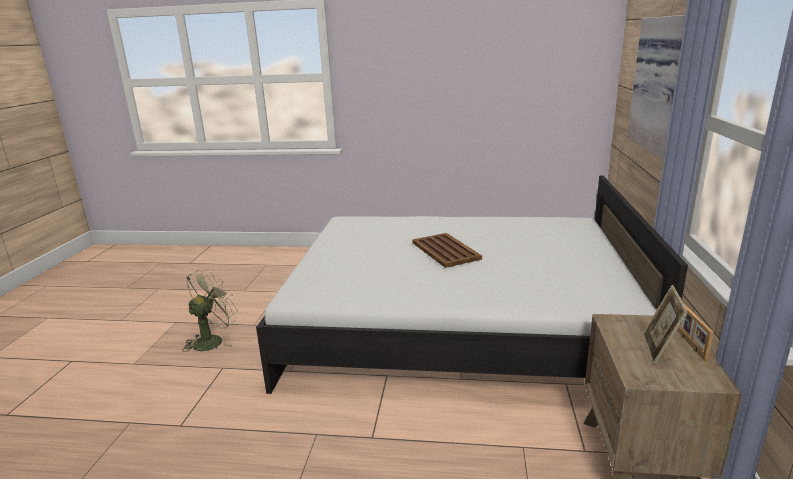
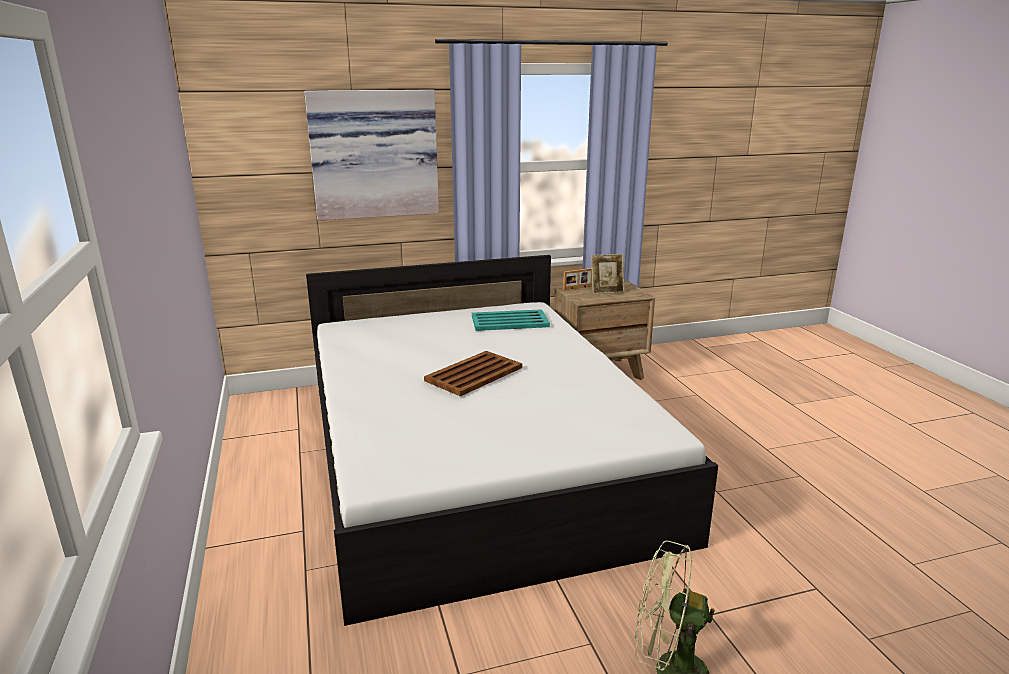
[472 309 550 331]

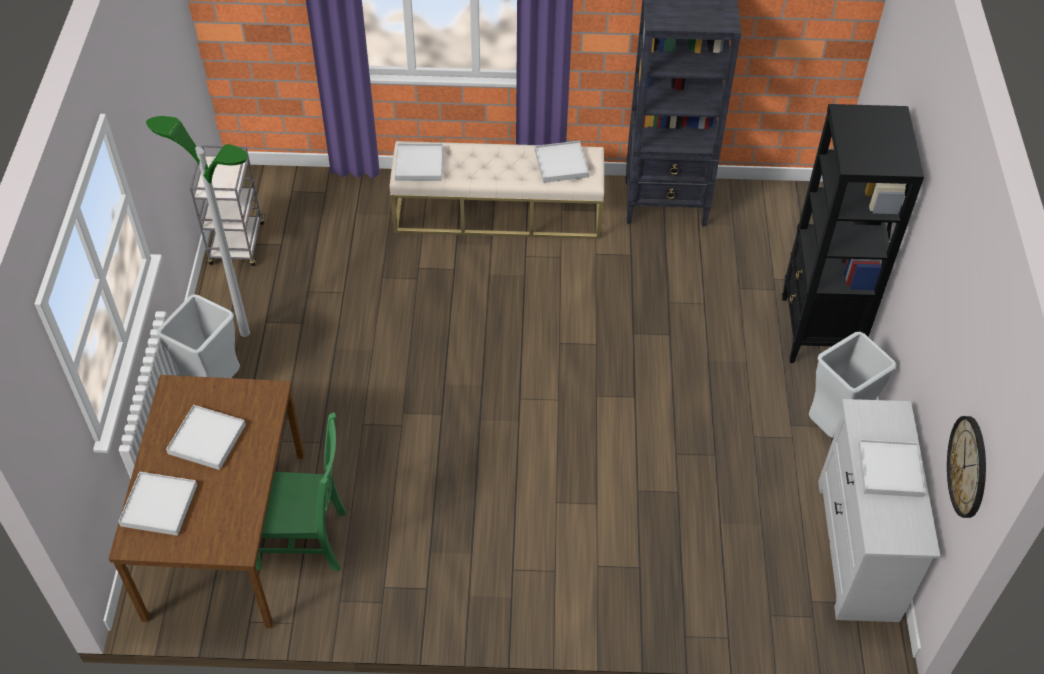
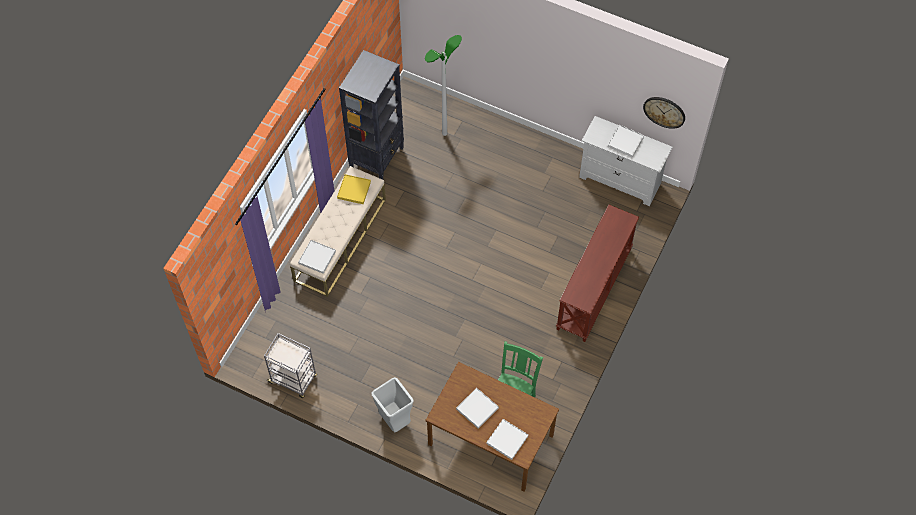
[425 35 462 136]
[337 174 371 204]
[782 104 924 363] (first image)
[809 332 896 438] (first image)
[556 204 639 342]

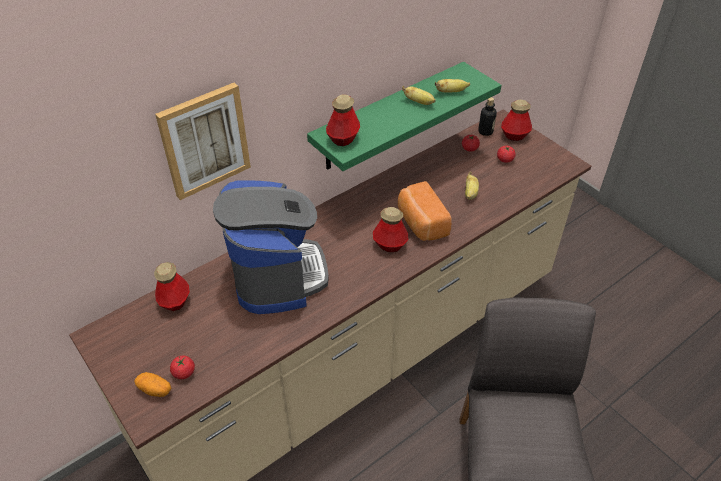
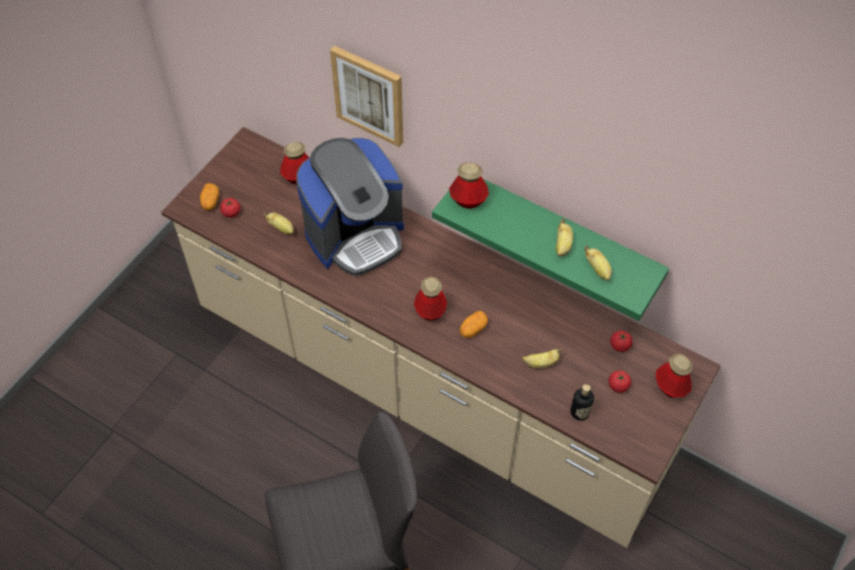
[460 311 488 338]
[570 384 594 420]
[264 212 294 234]

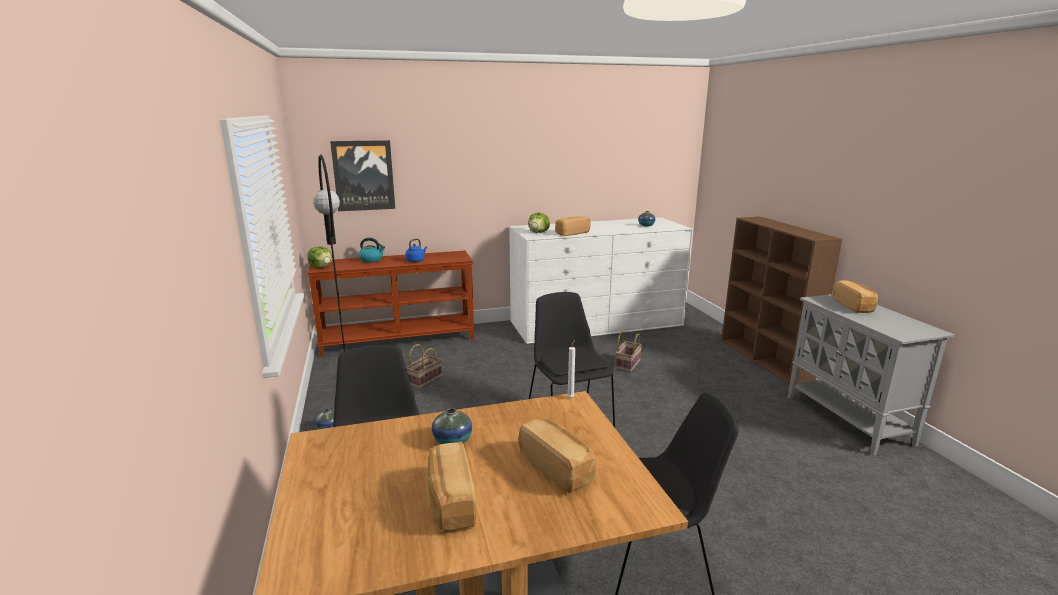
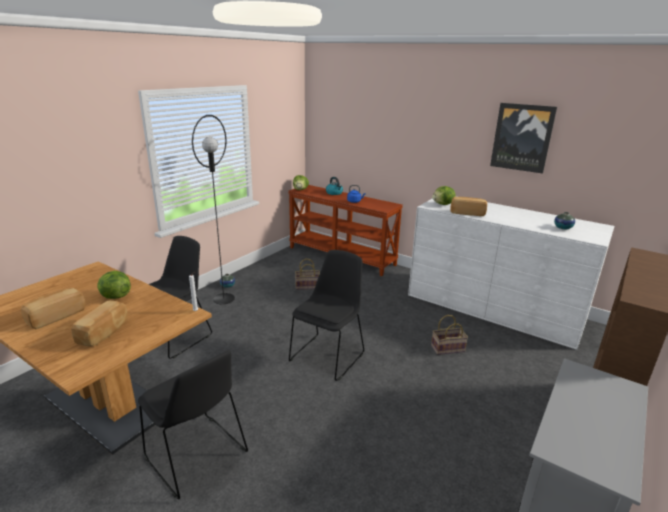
[490 103 557 174]
[97 271 131 299]
[833 280 878 313] (first image)

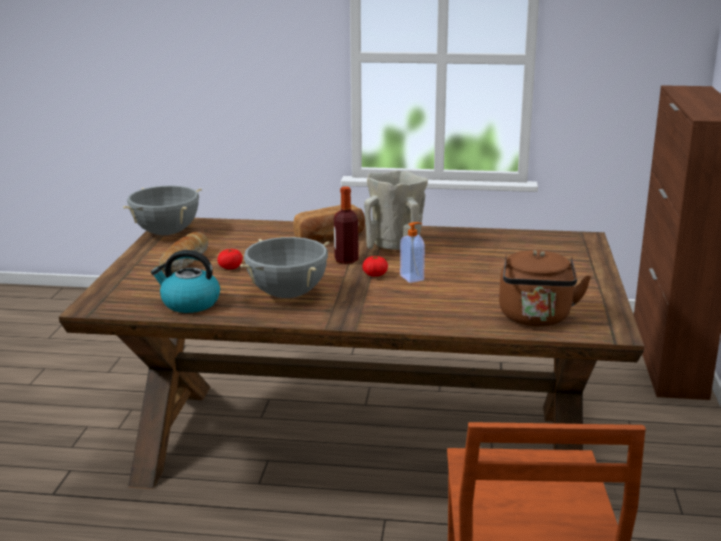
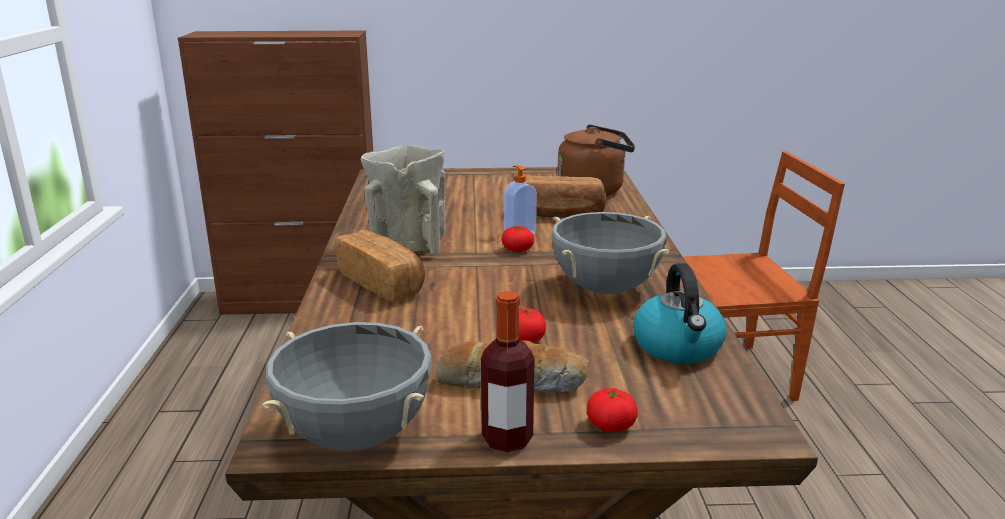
[481 291 535 452]
[526 176 606 218]
[587 388 638 432]

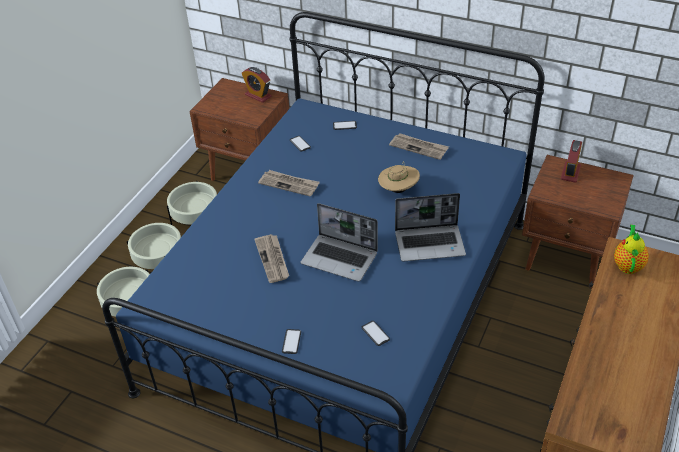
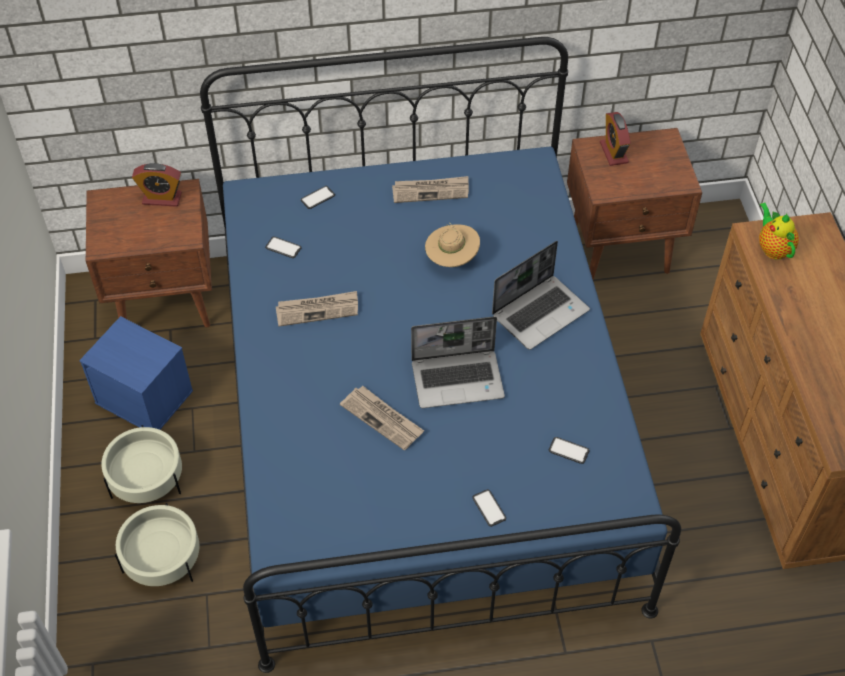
[79 316 193 430]

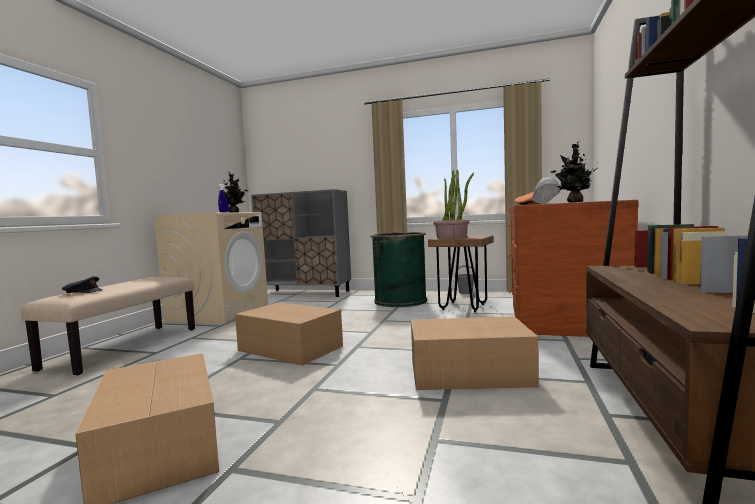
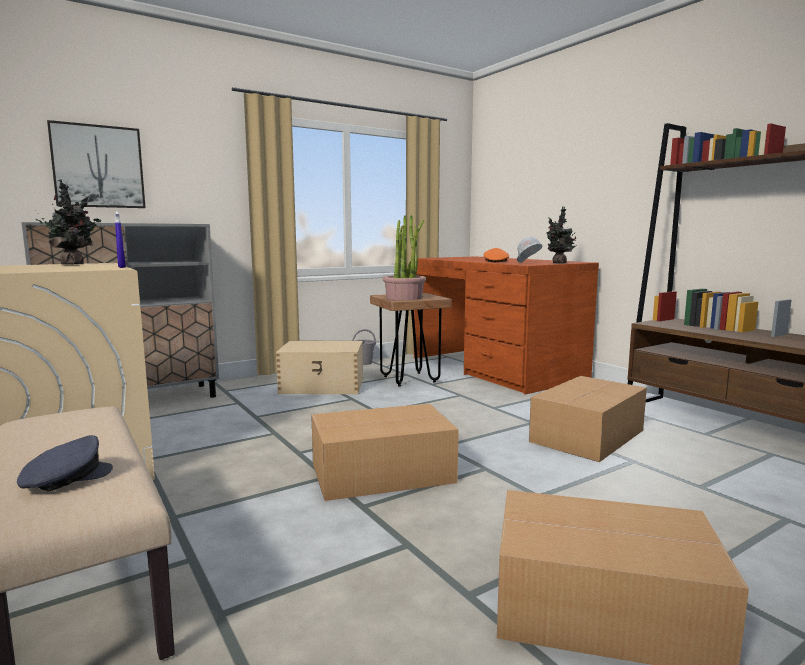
[276 341 363 394]
[47 120 146 208]

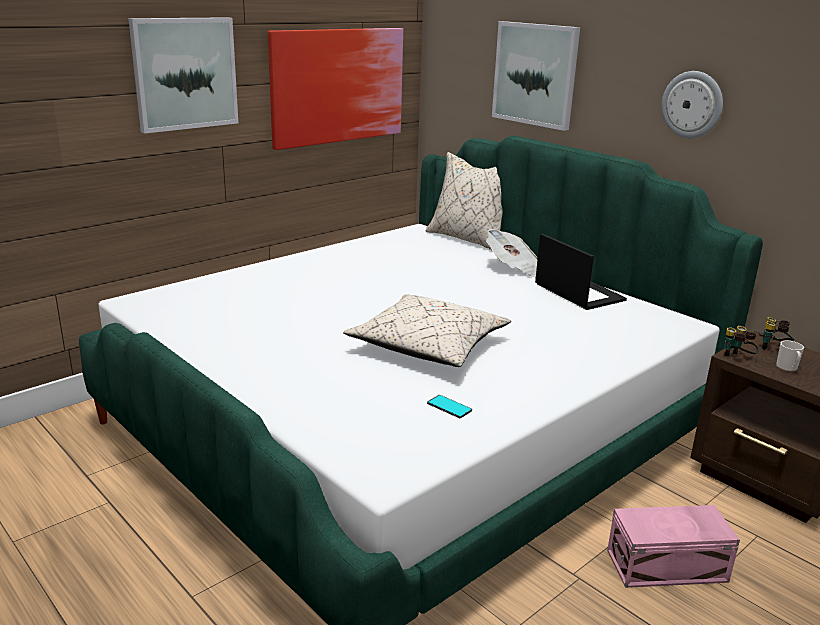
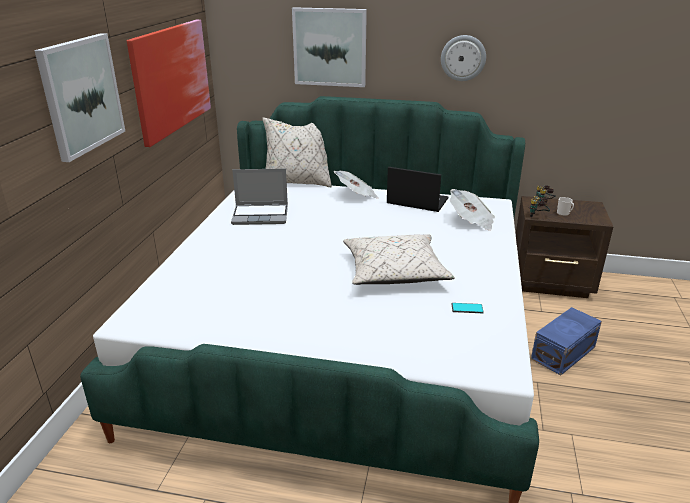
[531 307 602 375]
[231 169 288 225]
[450 189 495 230]

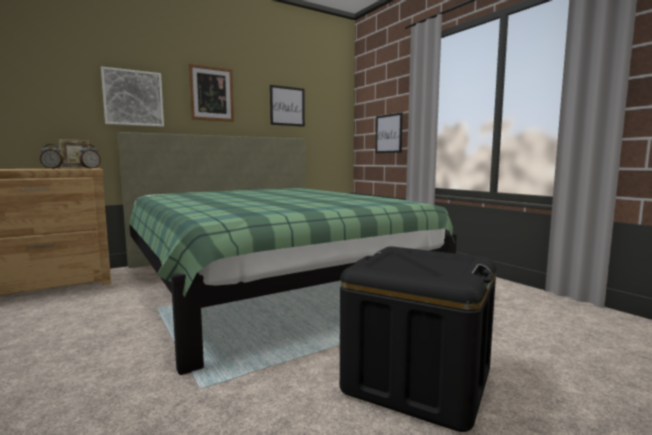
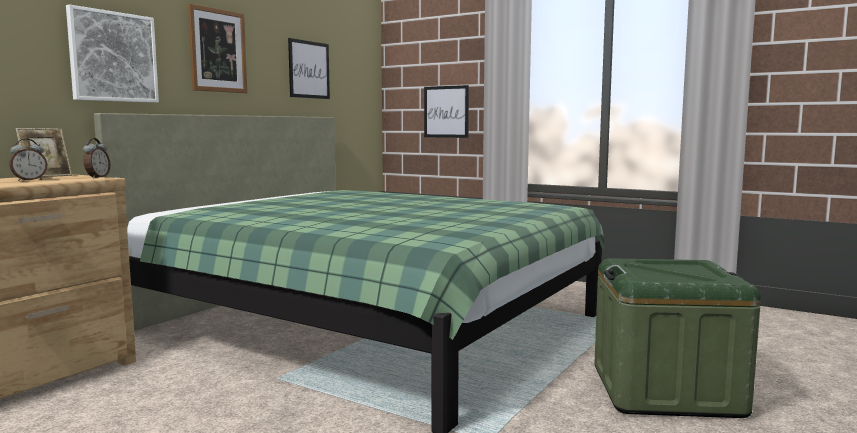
[594 258 761 418]

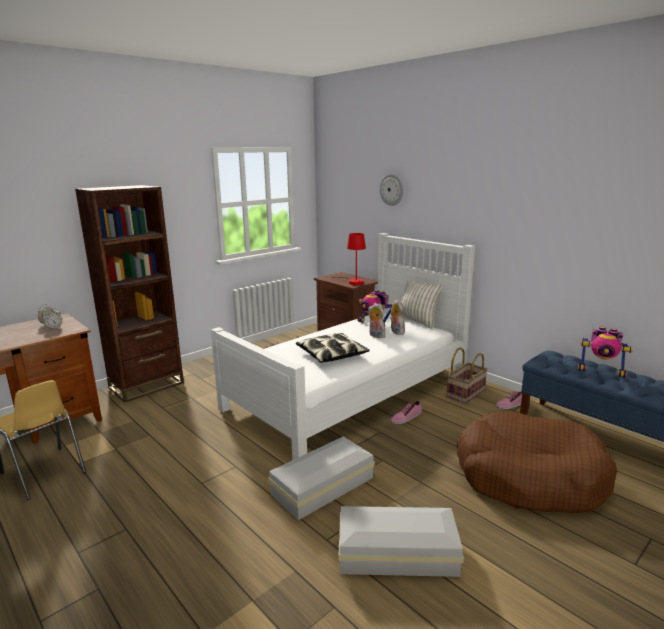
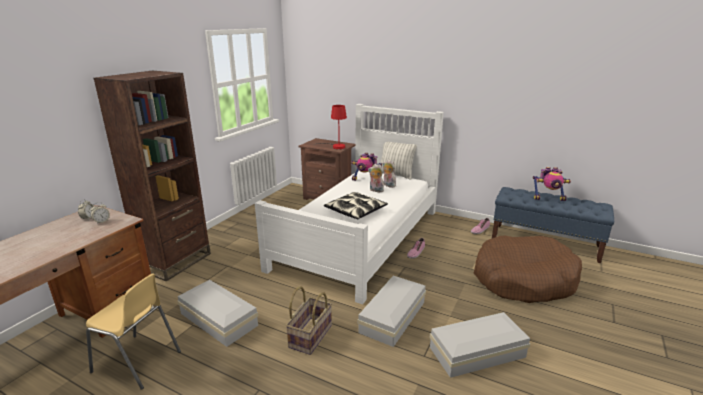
[380 174 404 206] (first image)
[286 286 332 355]
[177 280 258 347]

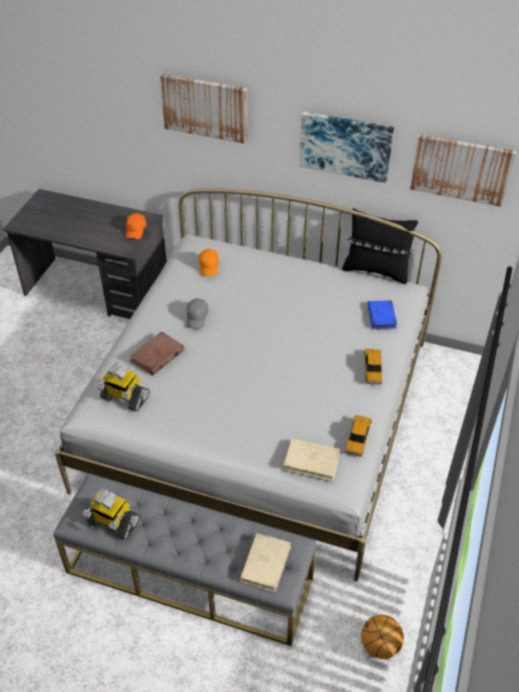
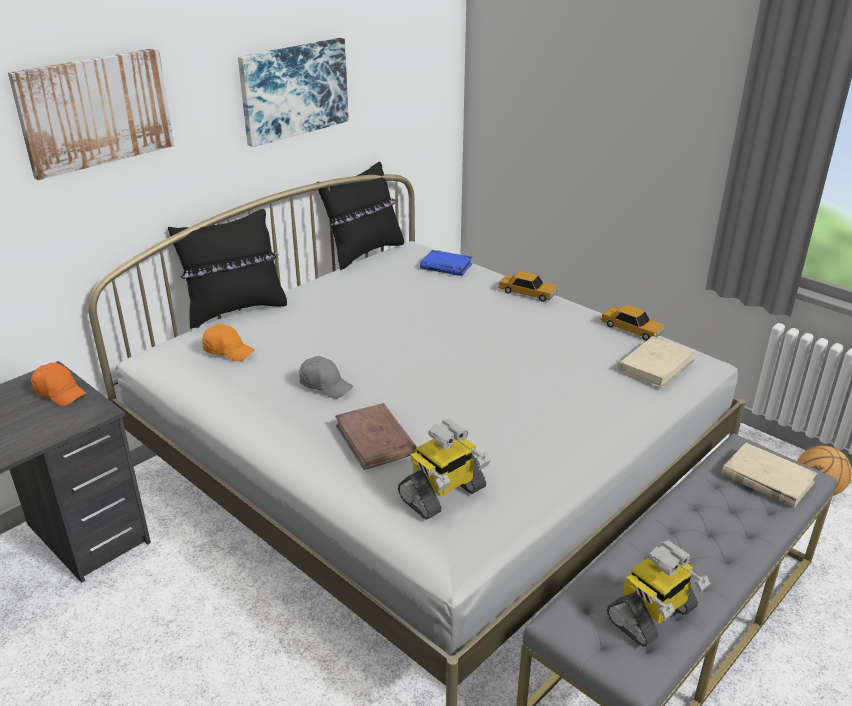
[410 134 516 207] (first image)
[168 209 287 329]

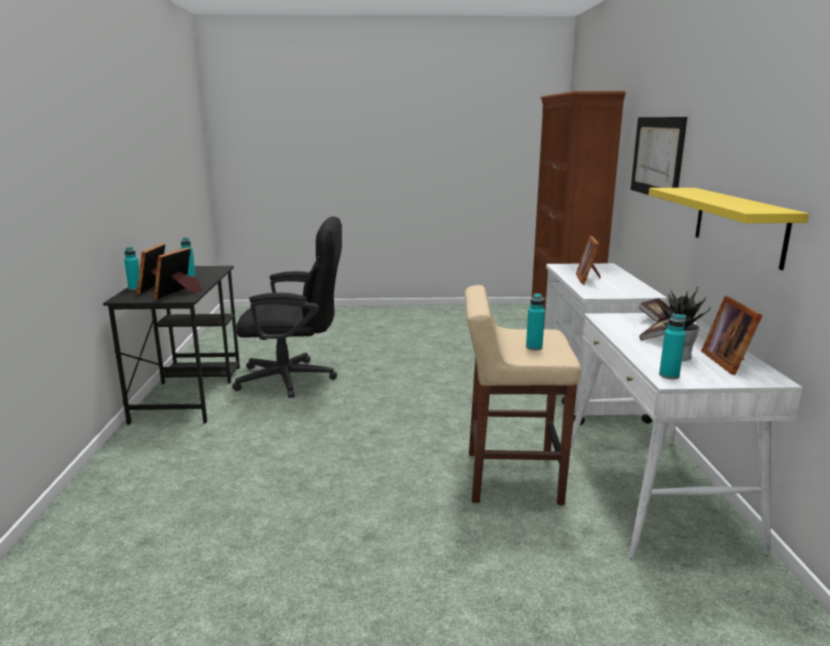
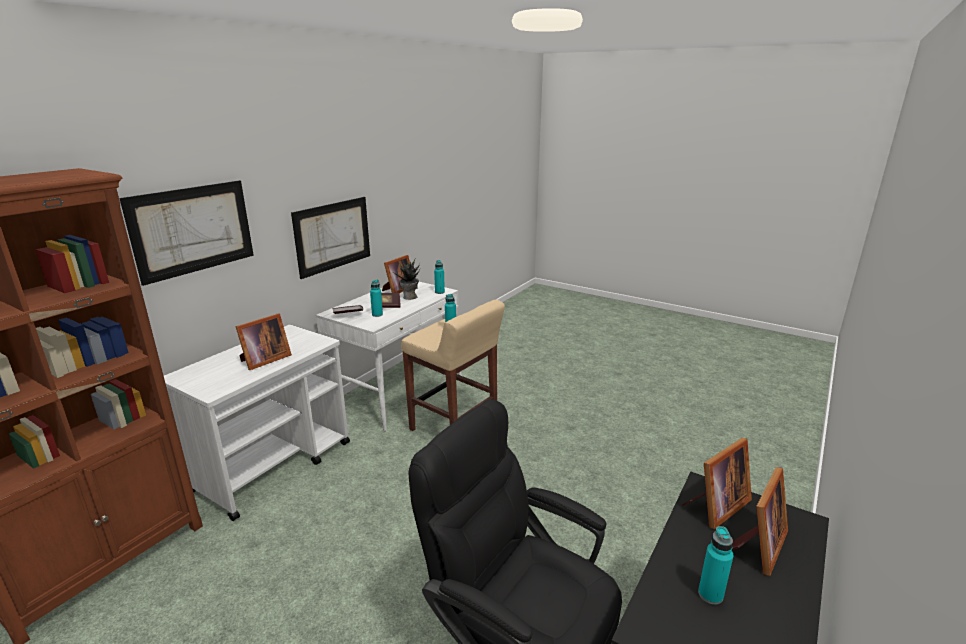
[370 280 383 317]
[291 197 370 279]

